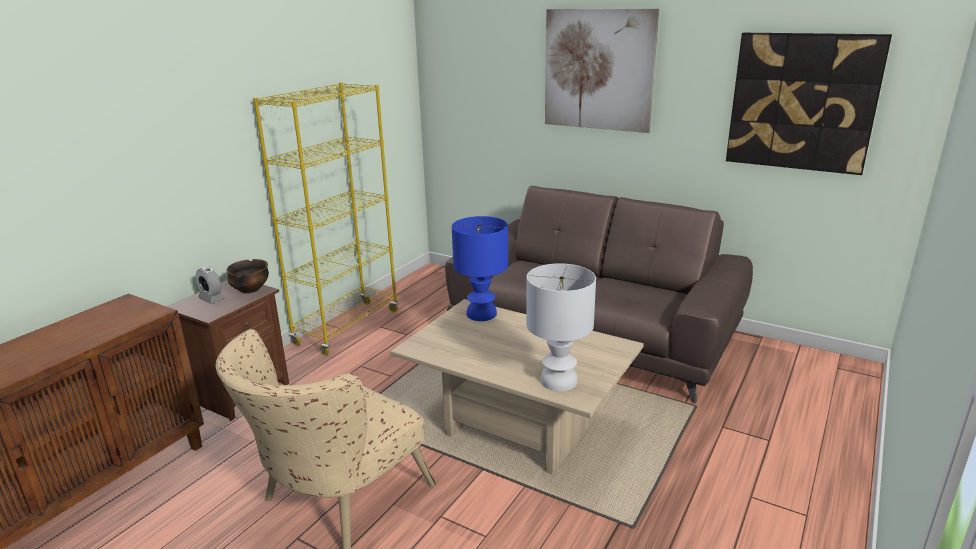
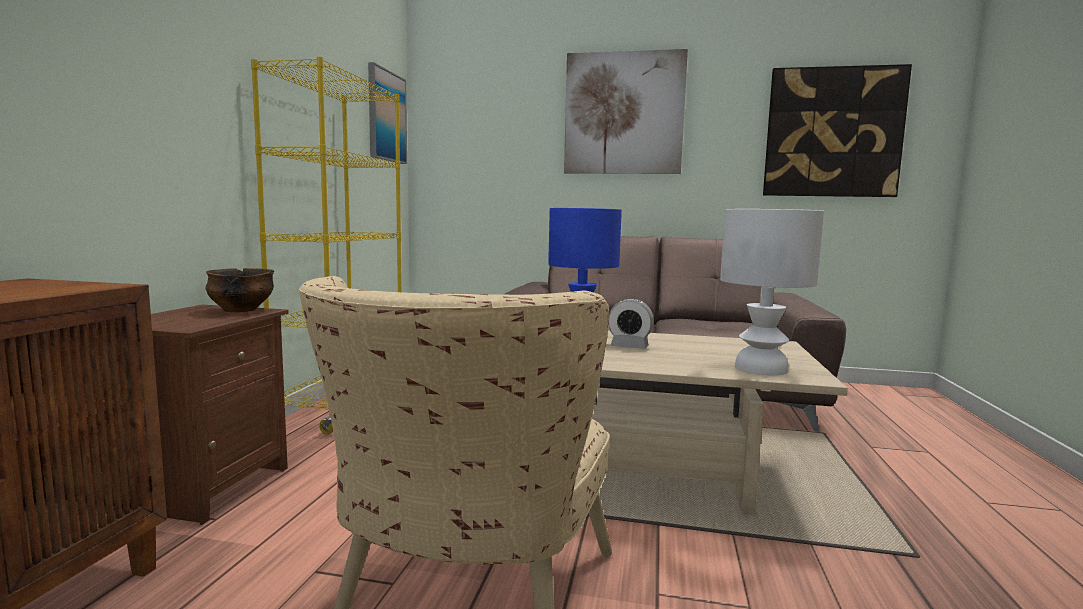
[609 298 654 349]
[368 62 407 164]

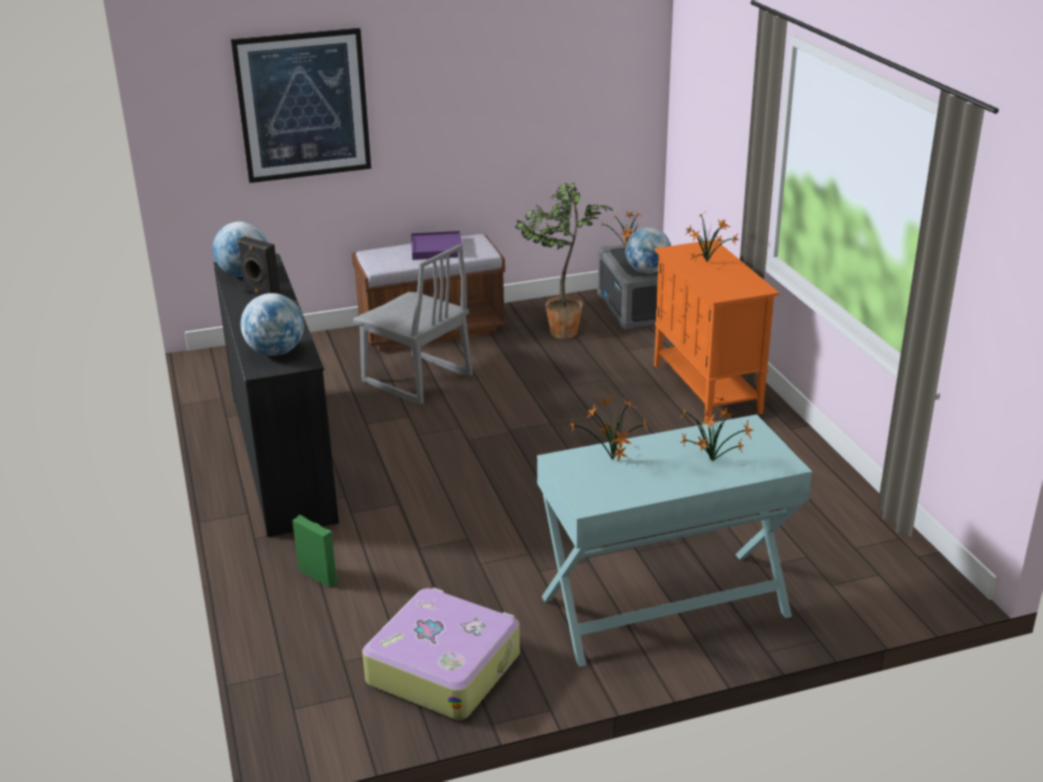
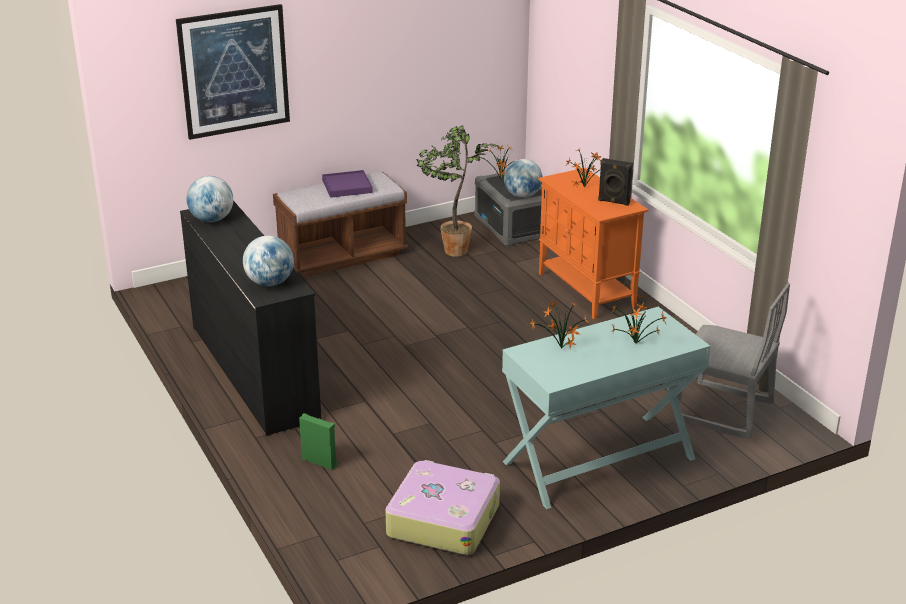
[598 158 633 206]
[673 283 790 439]

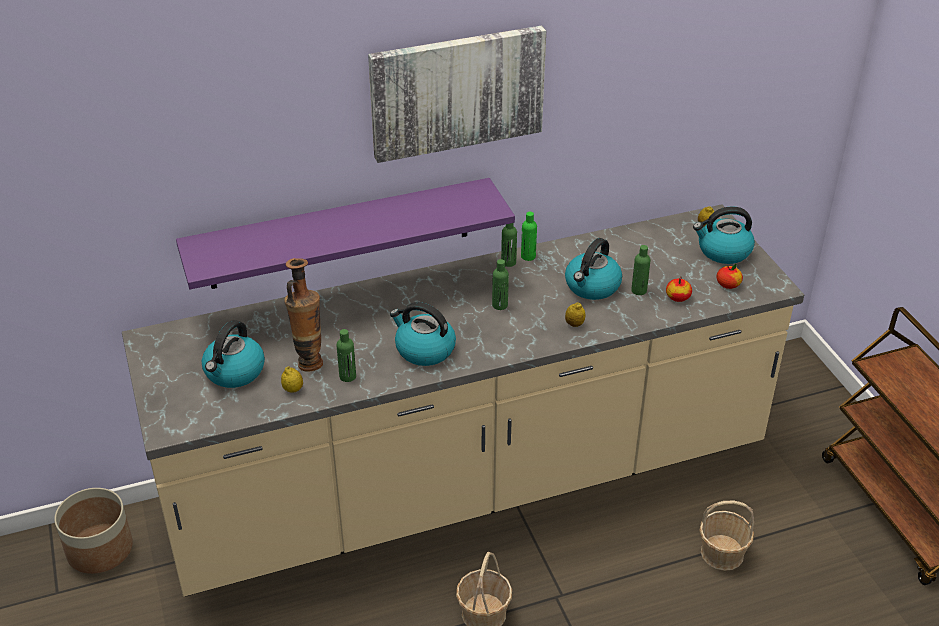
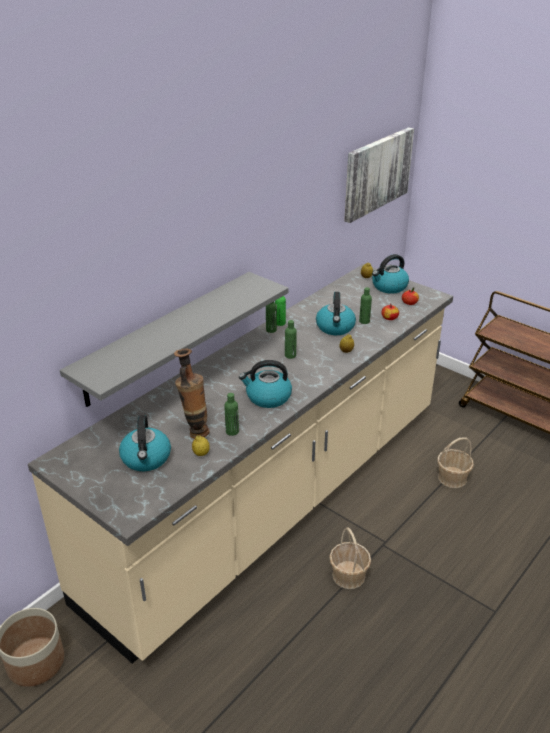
[60 272 289 407]
[344 127 414 223]

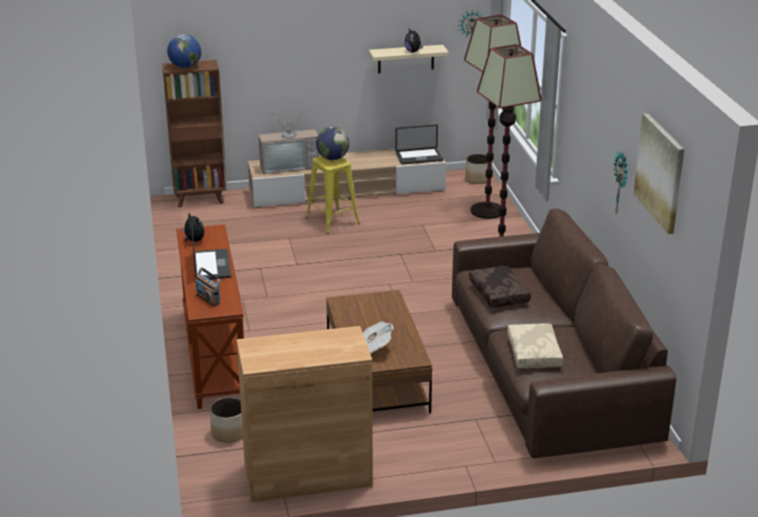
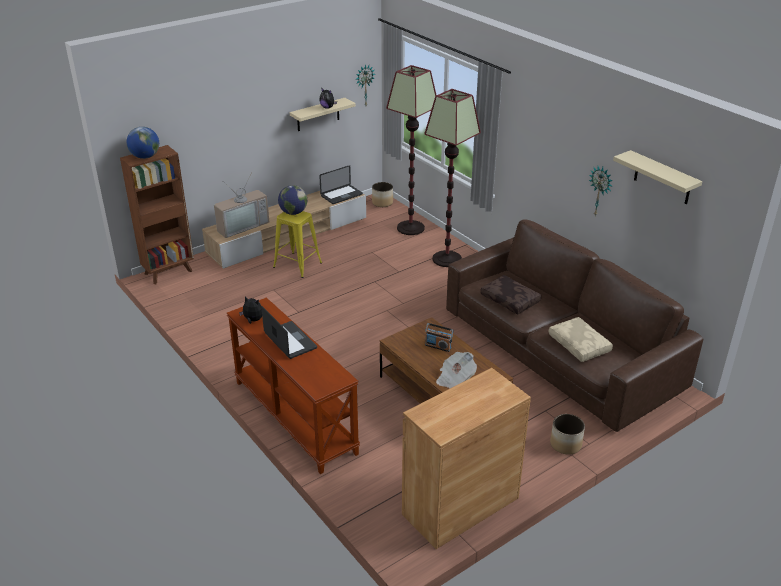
[425 323 454 352]
[550 414 585 455]
[613 150 702 204]

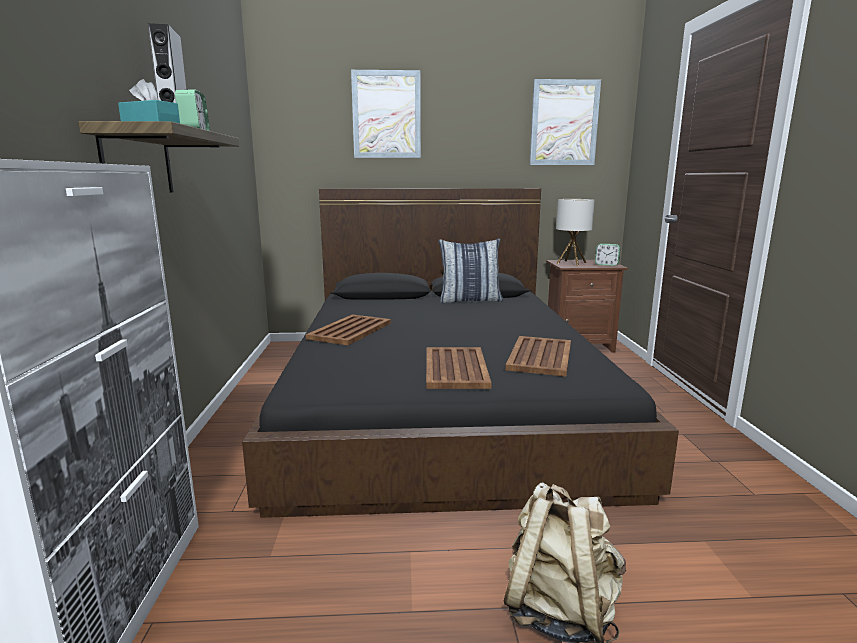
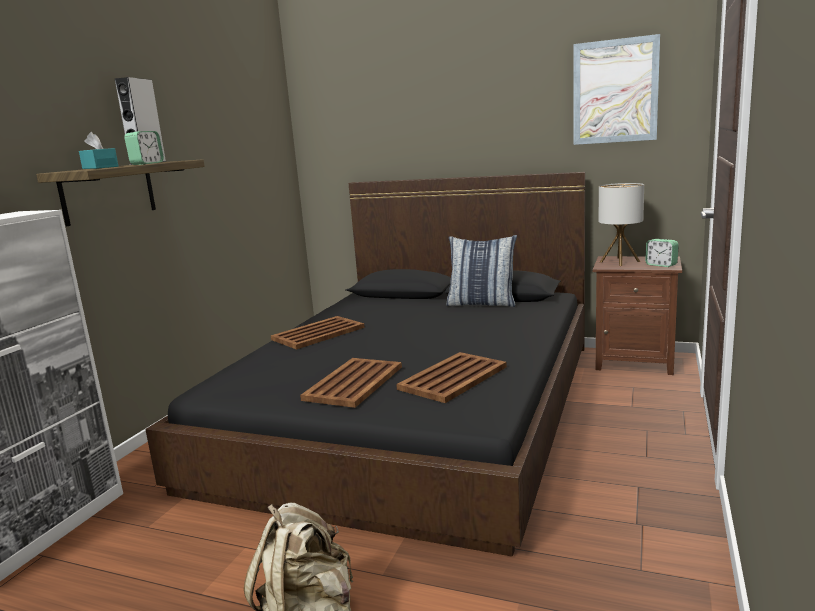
[351 70 421 158] (first image)

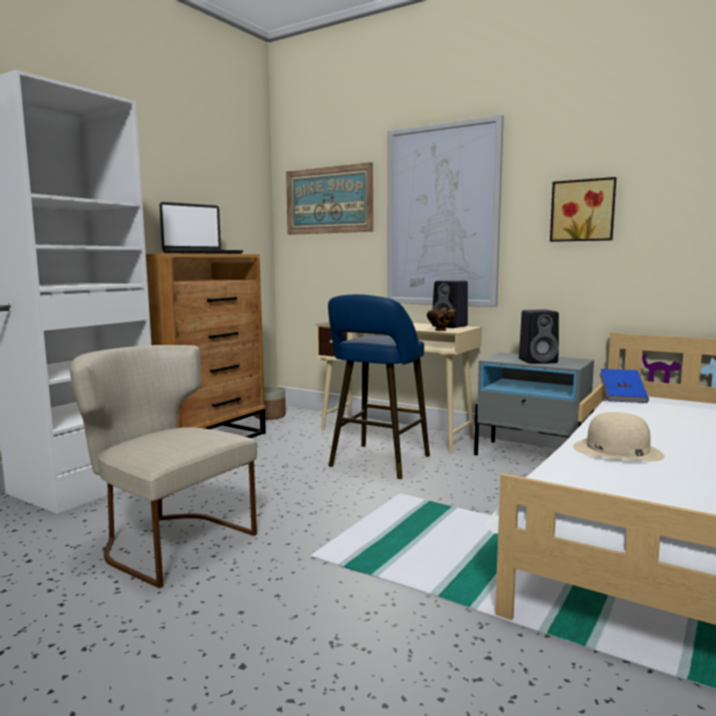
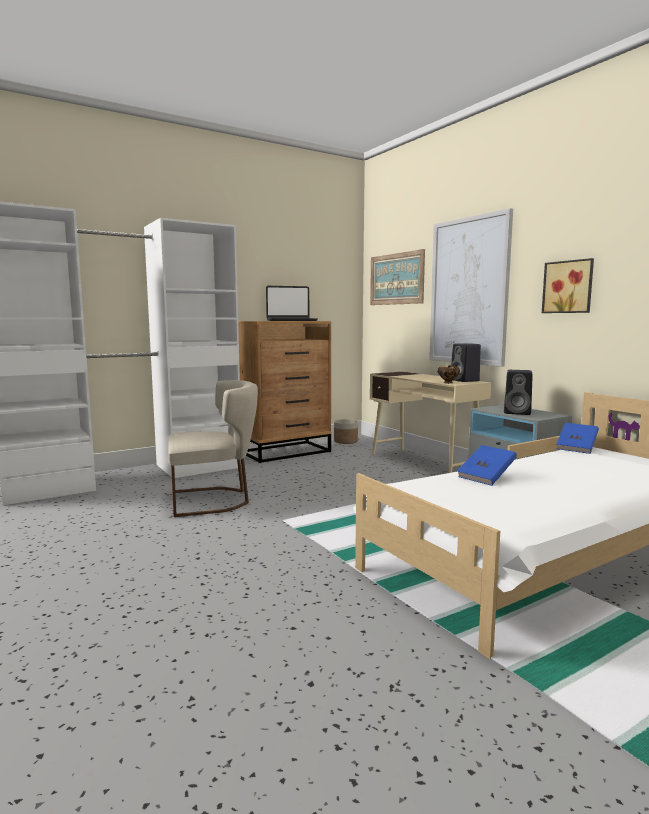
[168 380 258 517]
[328 294 430 479] (first image)
[457 445 517 486]

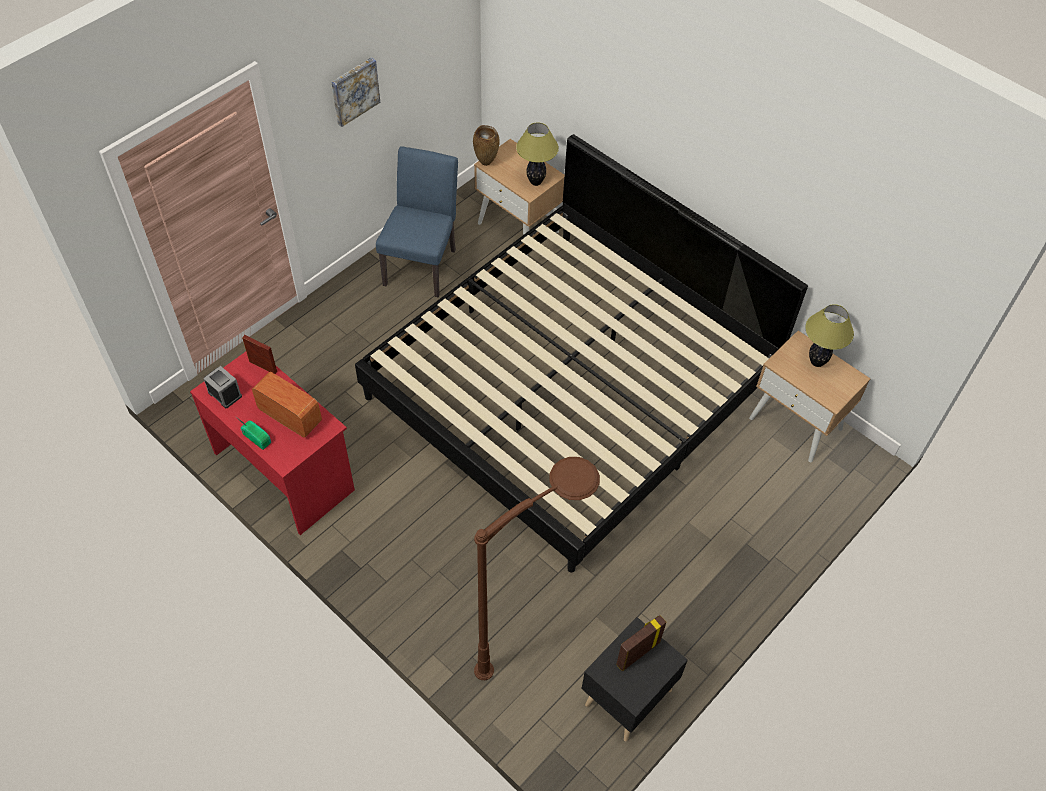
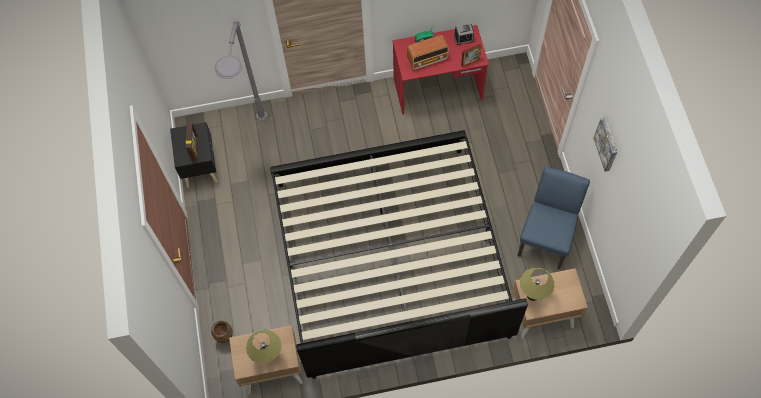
[518 167 590 269]
[211 321 233 343]
[215 18 267 121]

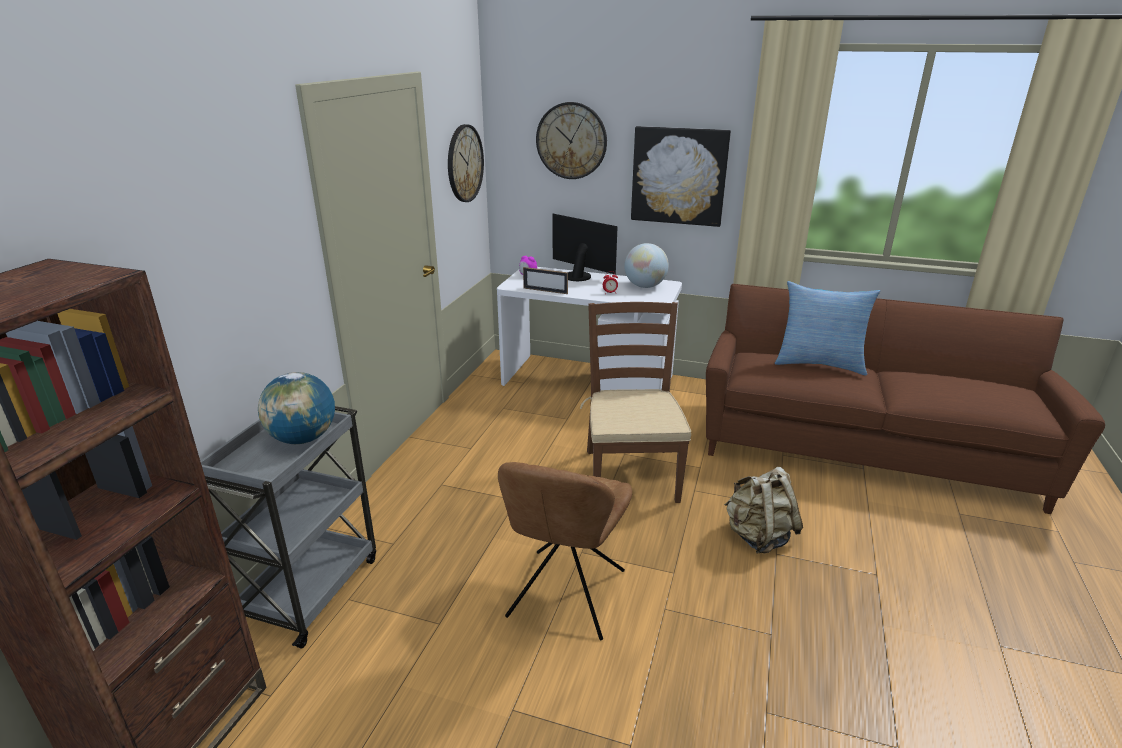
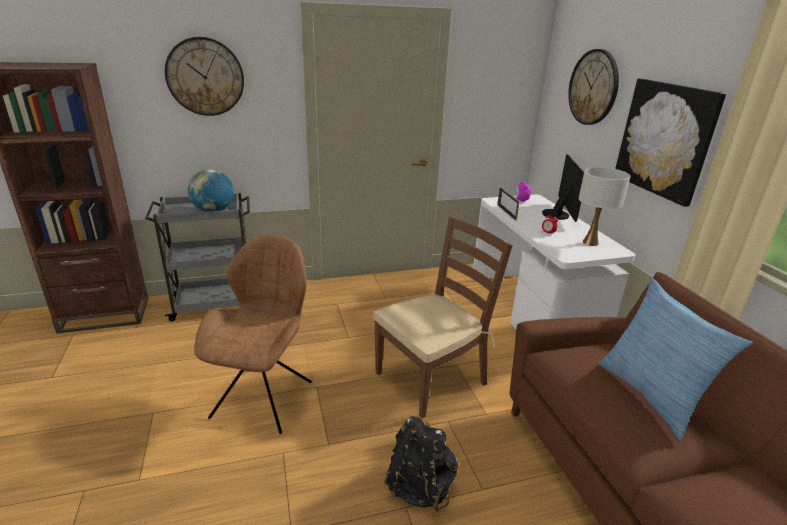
[165 37 244 116]
[194 235 312 434]
[579 167 630 246]
[384 416 459 512]

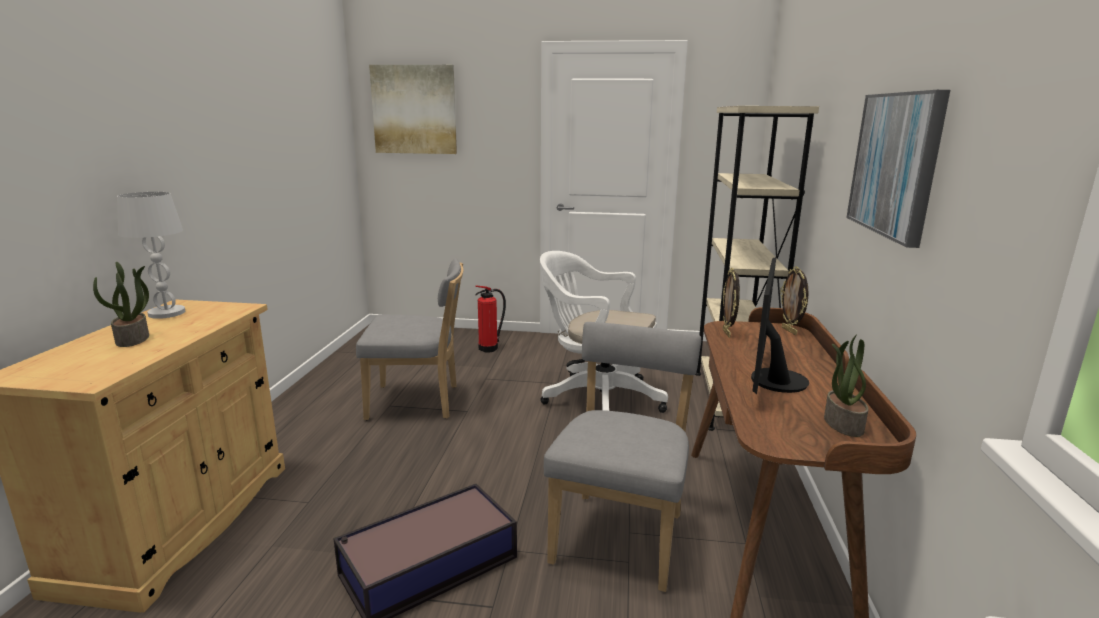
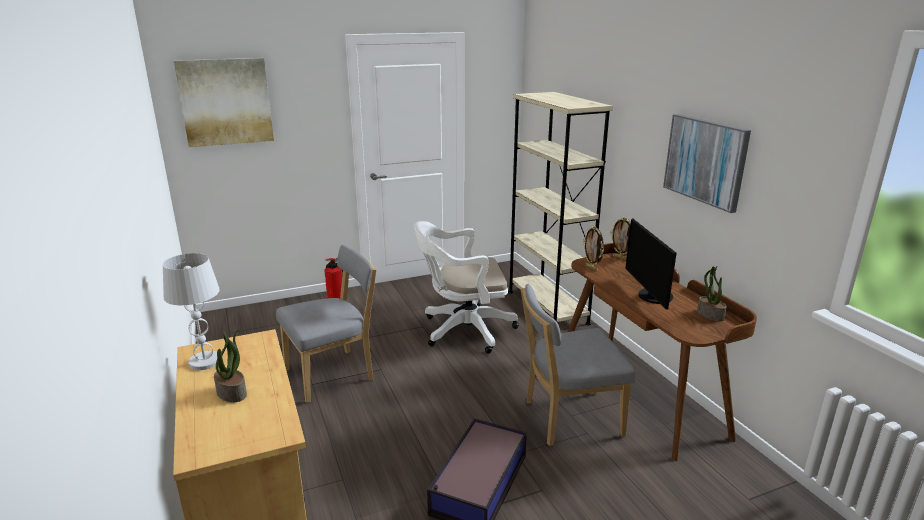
[521 284 635 446]

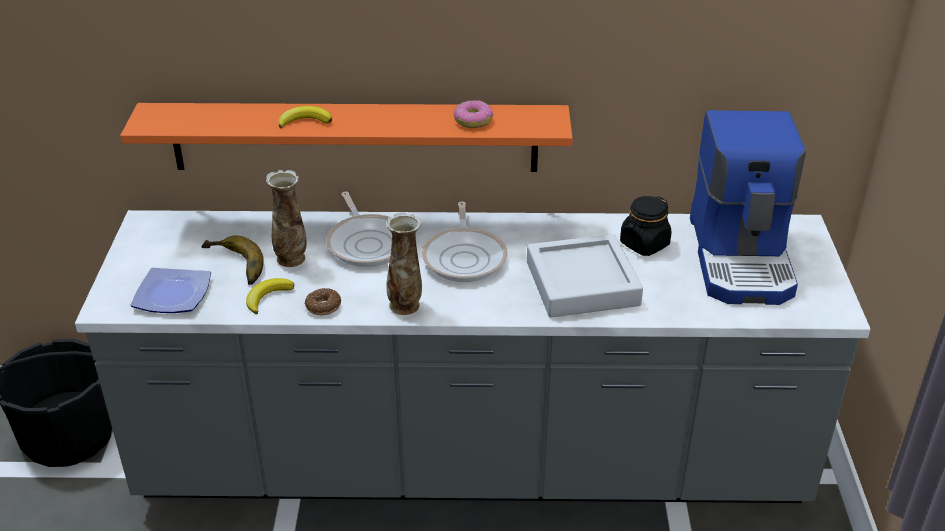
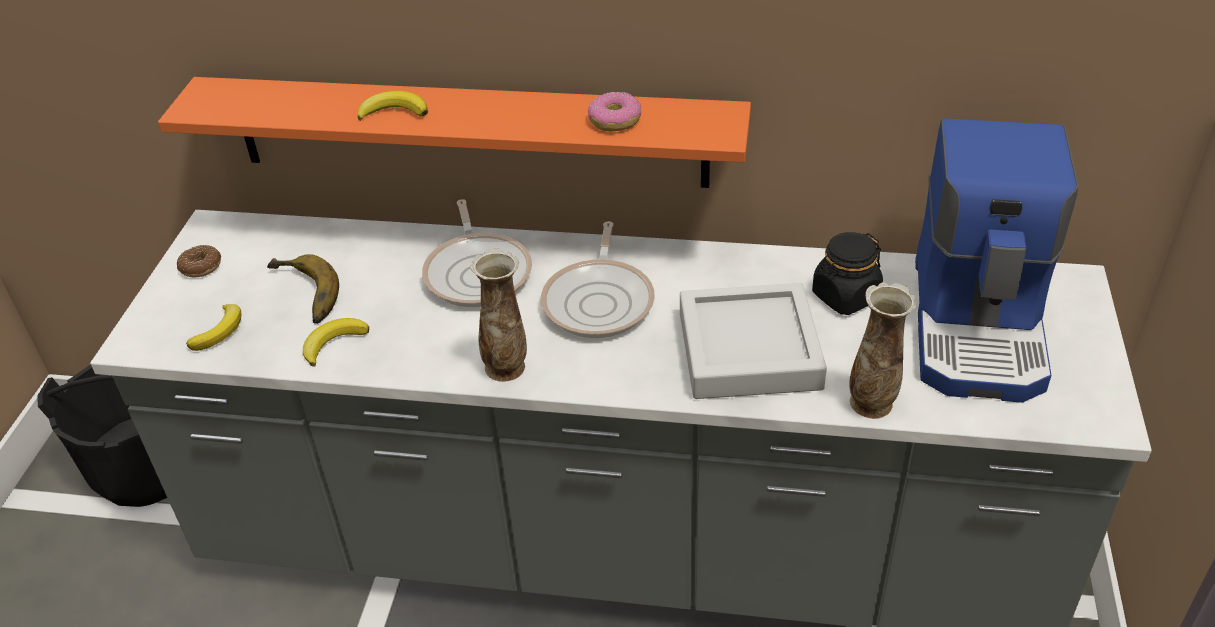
[186 304 242 351]
[849 282 916 419]
[177 245 221 277]

